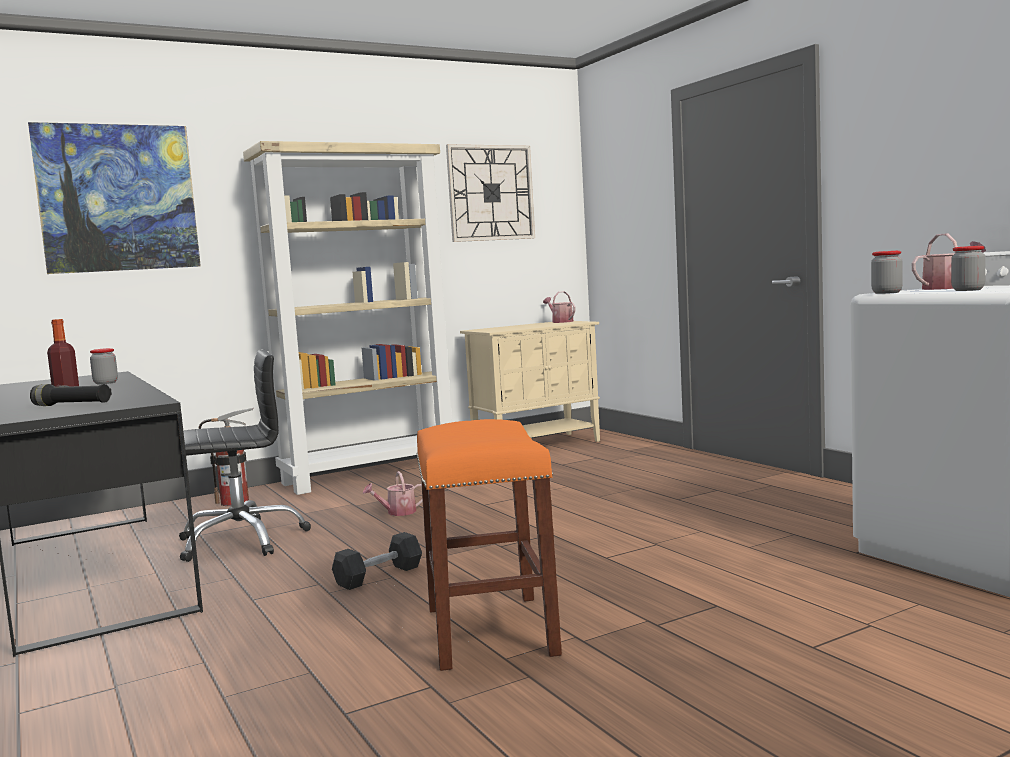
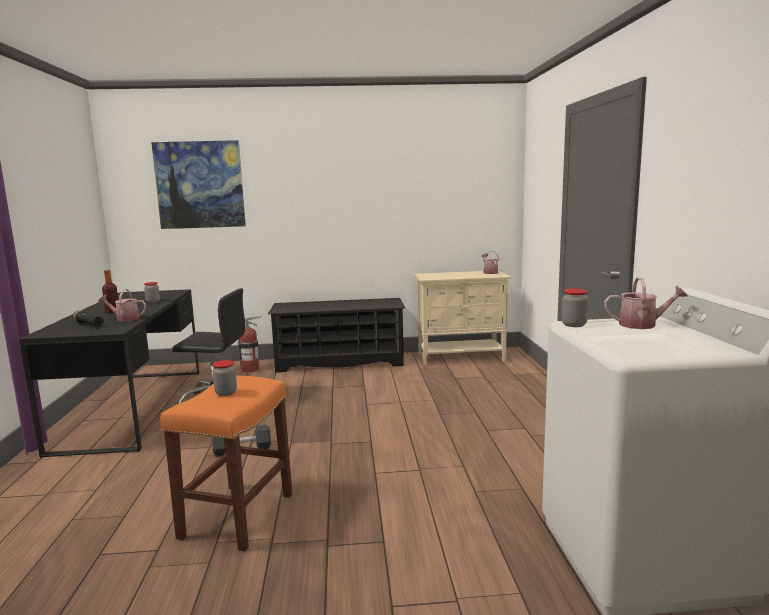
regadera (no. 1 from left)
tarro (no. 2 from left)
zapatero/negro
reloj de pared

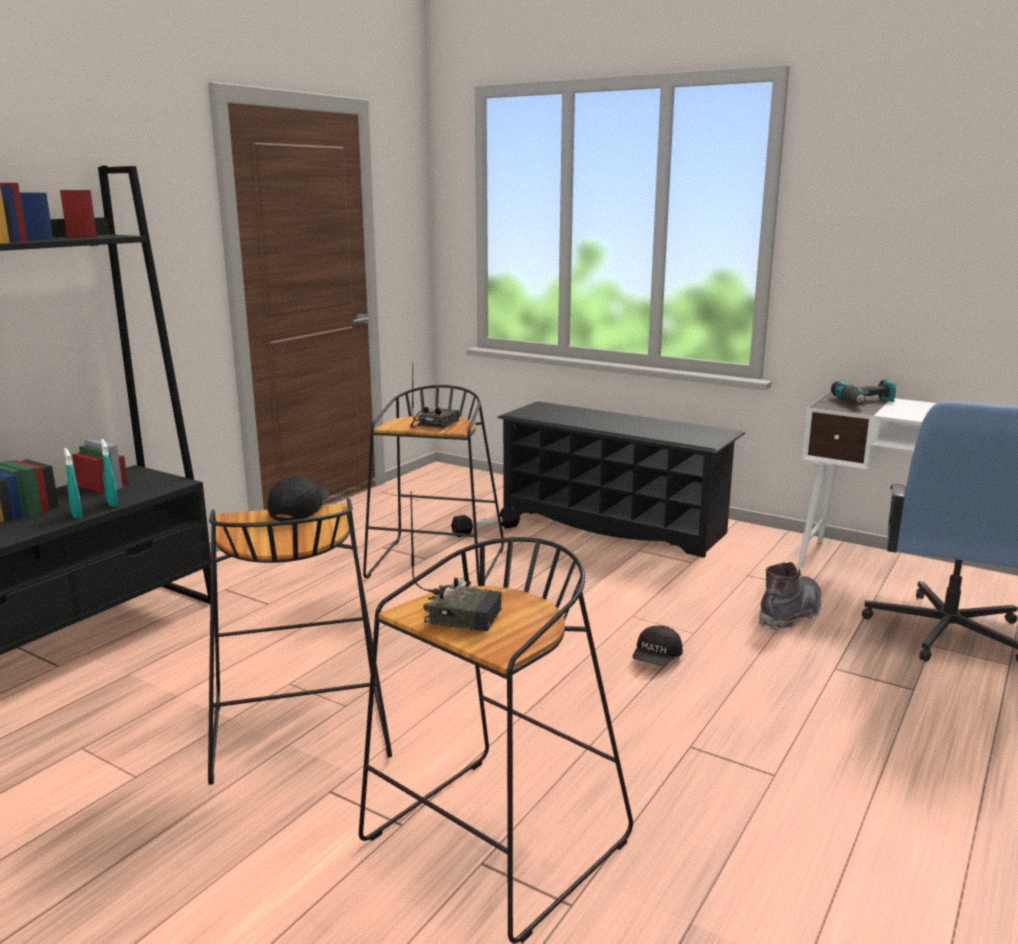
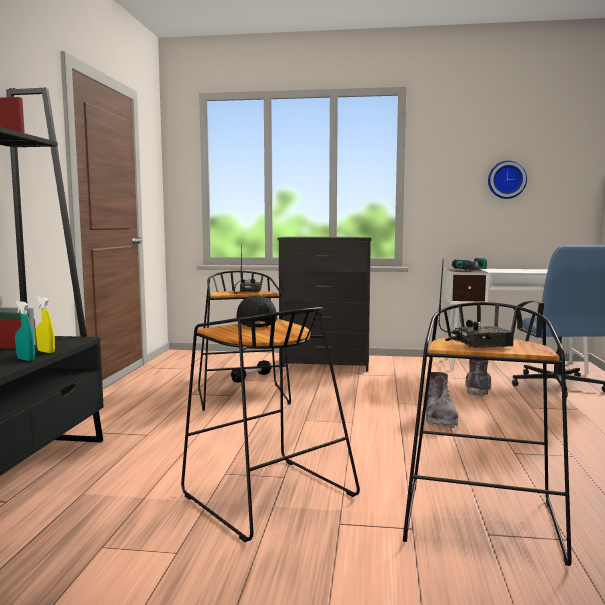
pulverizador/amarillo
cómoda/negro
bota/gris (no. 1 from left)
reloj de pared

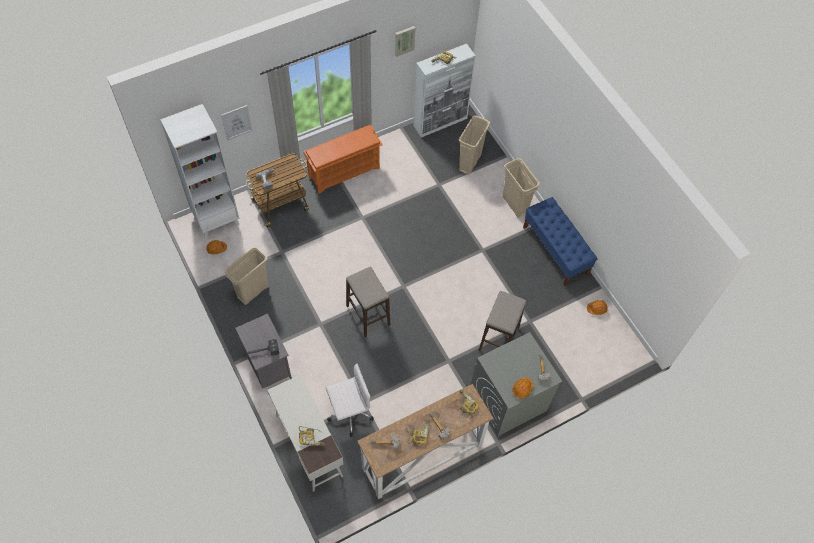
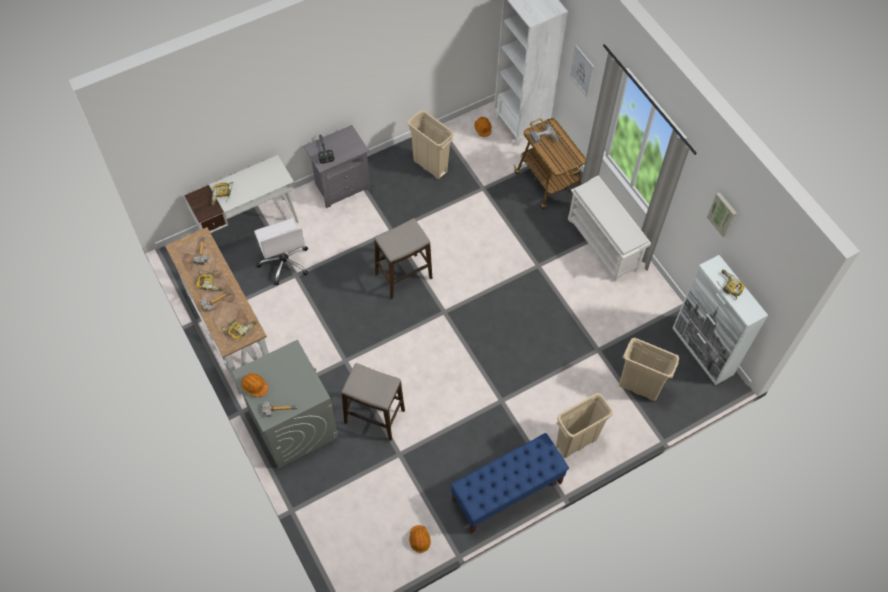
zapatero/blanco

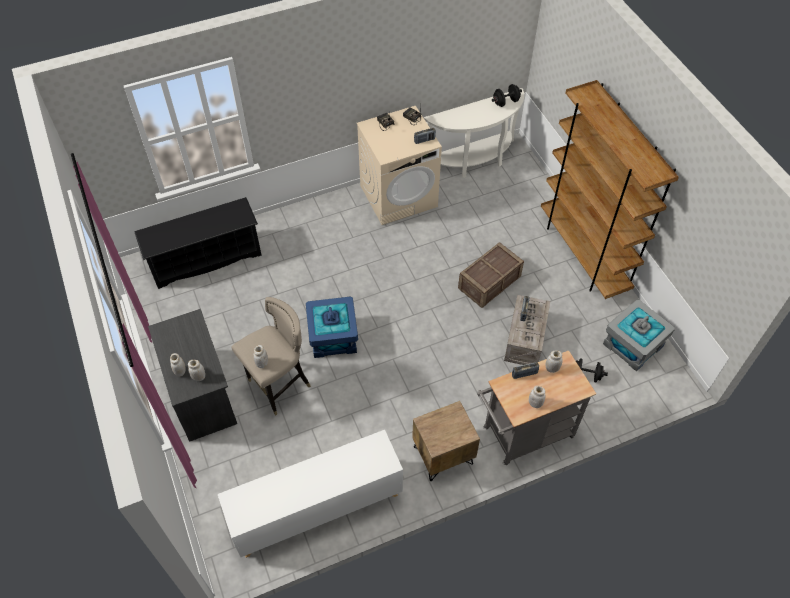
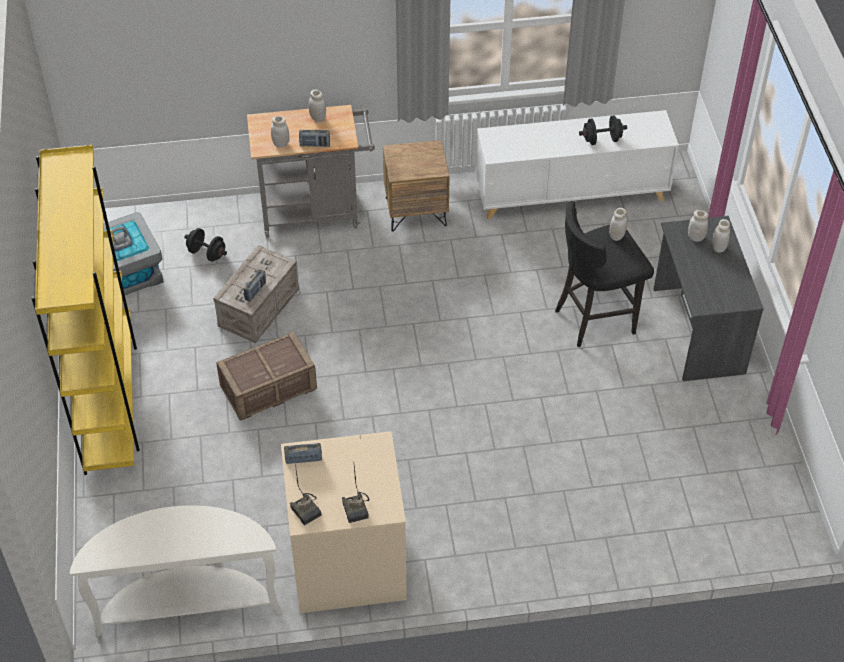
estantería/amarillo
taburete/negro
mancuerna/negro (no. 2 from left)
zapatero/negro
caja de almacenaje/azul

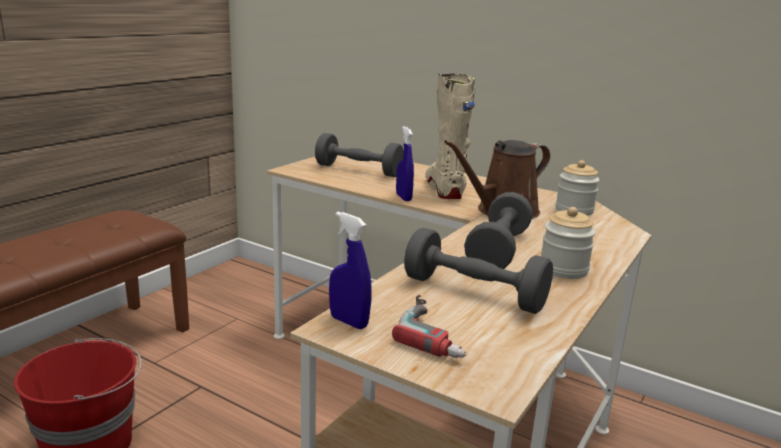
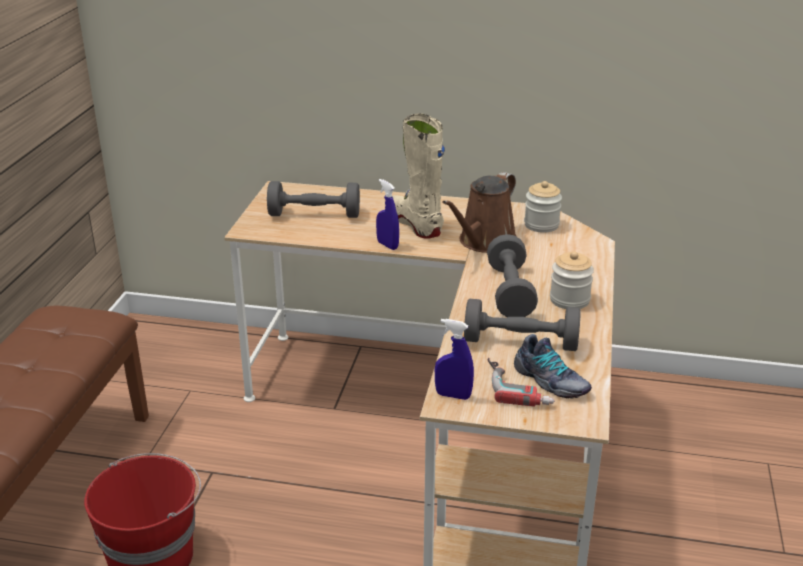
zapato

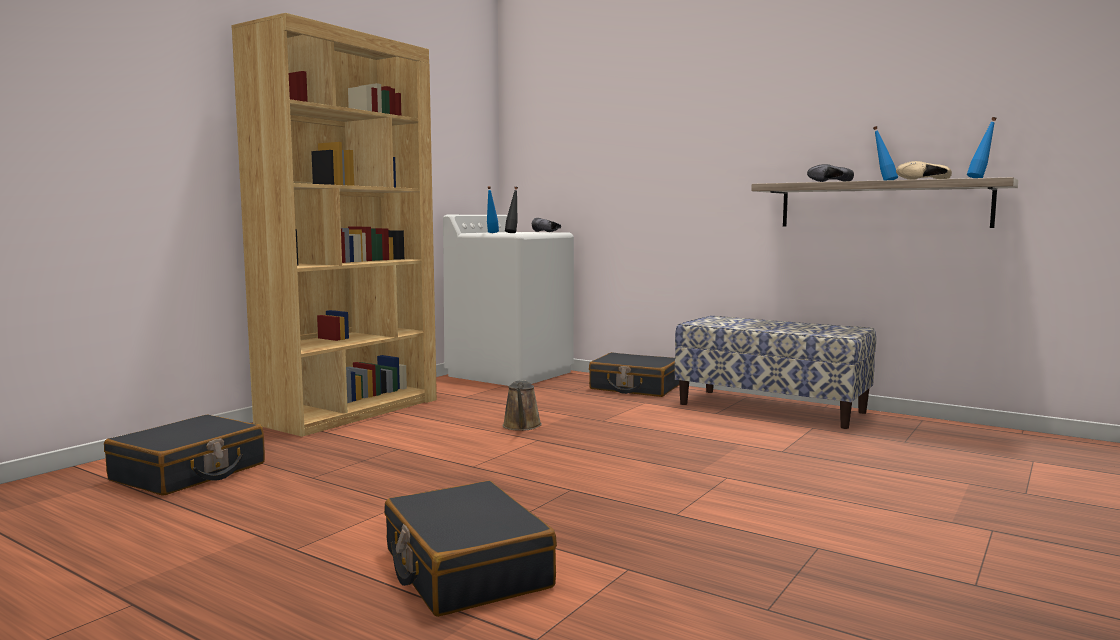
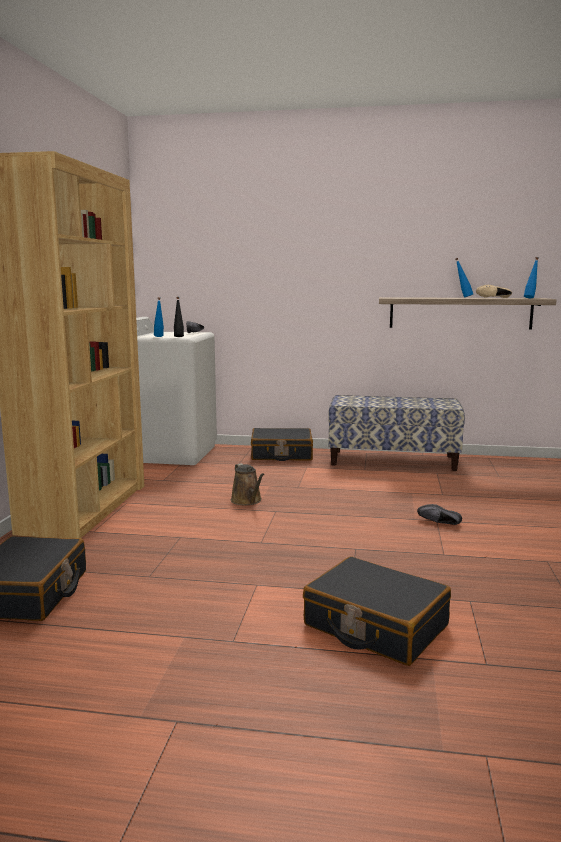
zapato/negro (no. 2 from left)

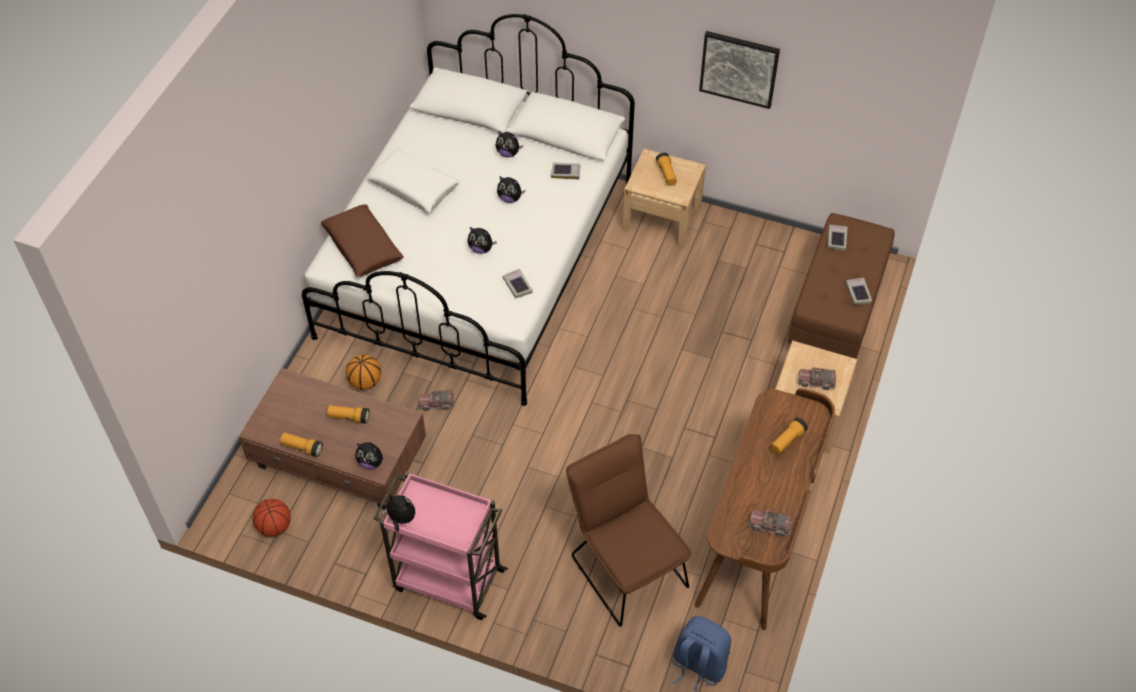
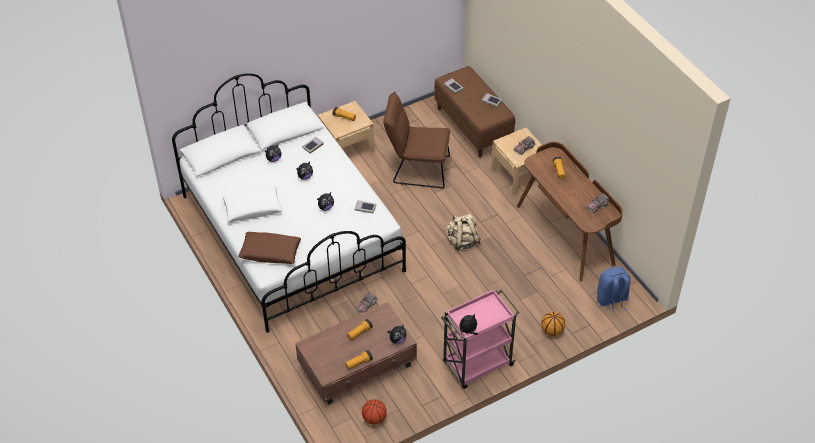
silla/marrón
mochila/beis
balón de baloncesto (no. 2 from left)
cuadro

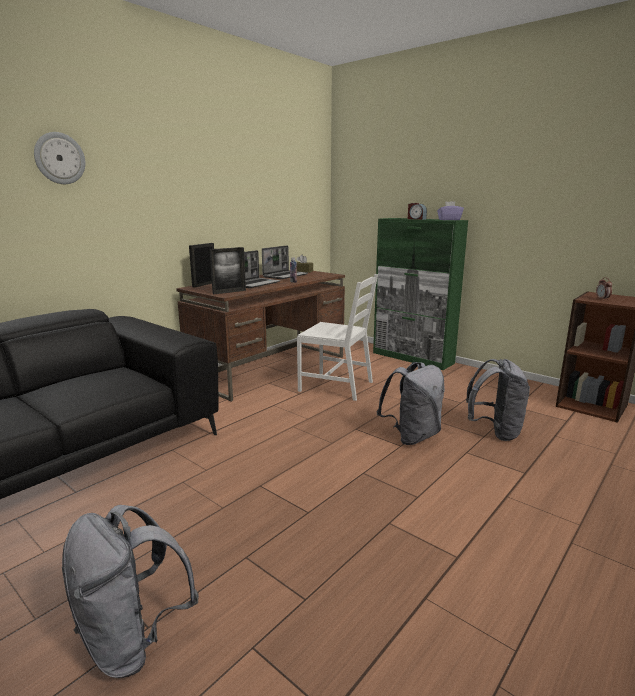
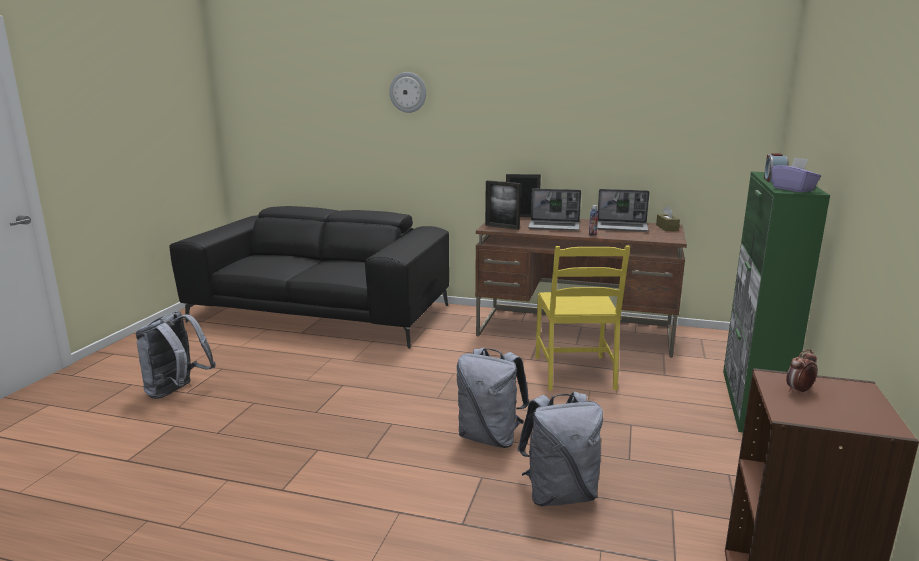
silla/amarillo

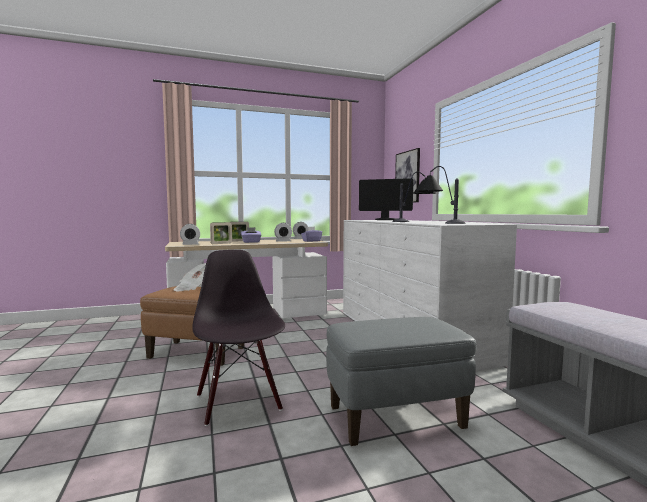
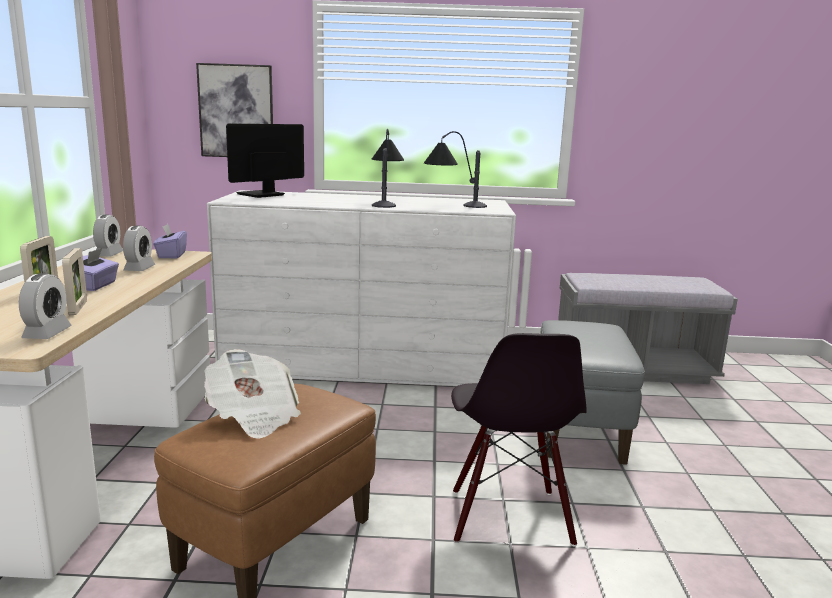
silla/negro

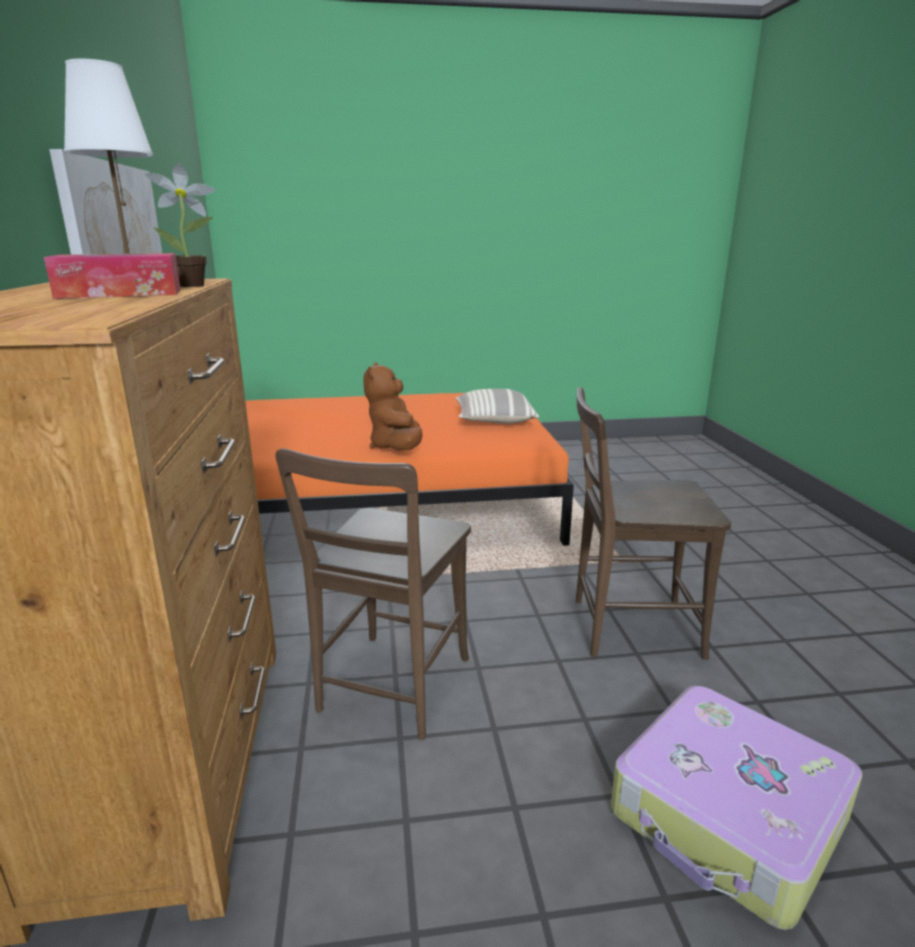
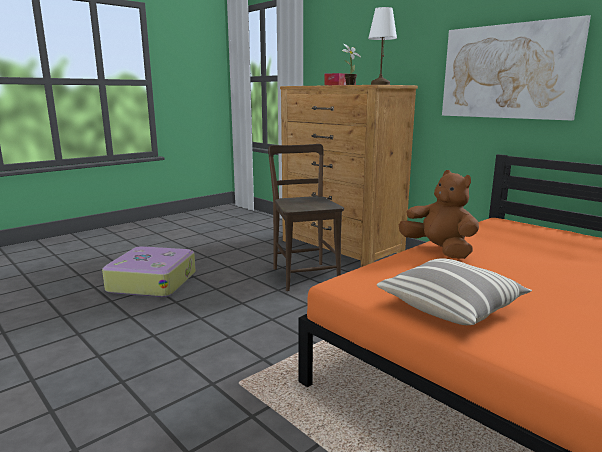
silla/marrón (no. 2 from left in the first image)

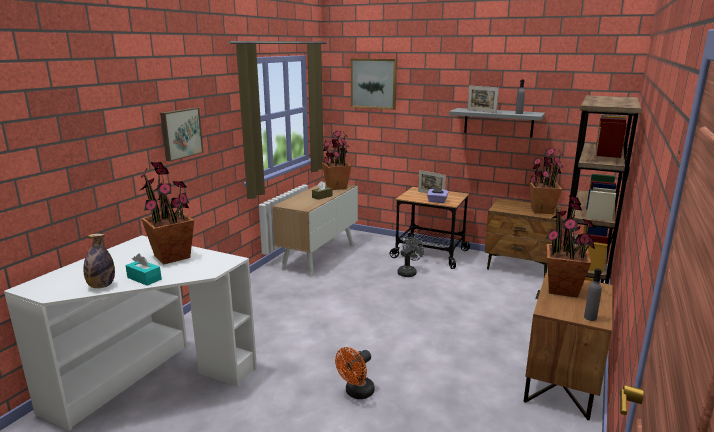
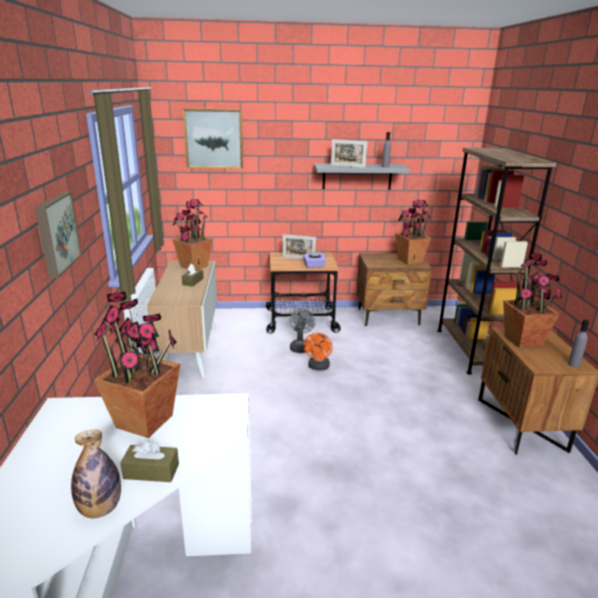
caja de pañuelos/marrón (no. 1 from left)
ventilador/naranja

